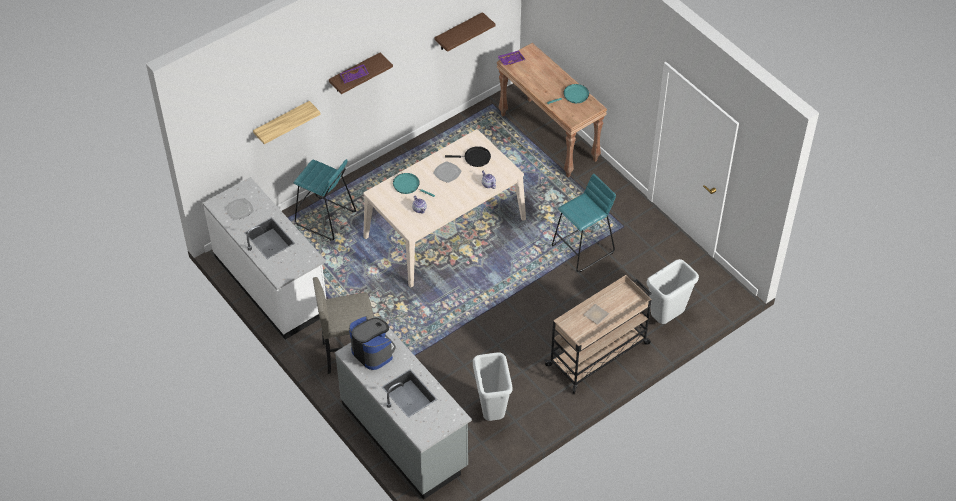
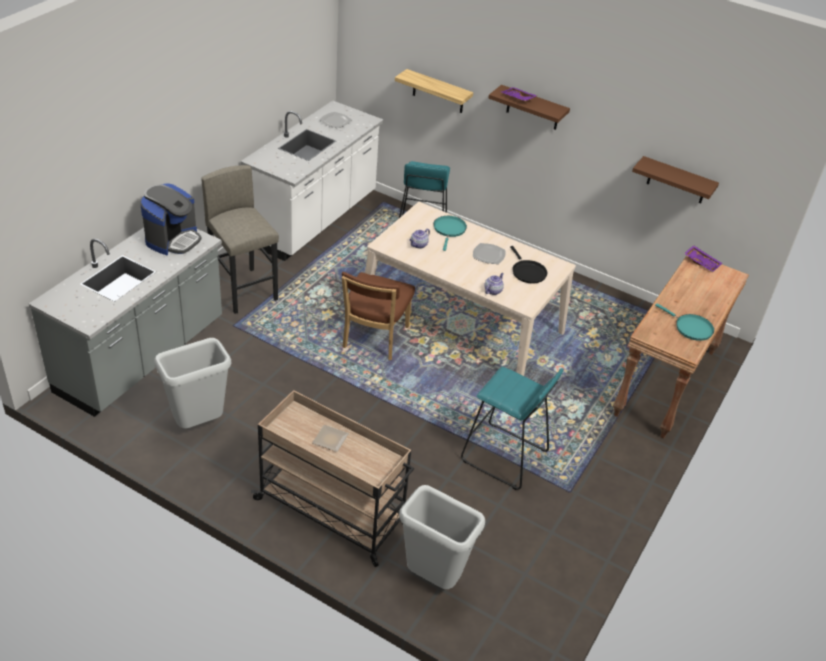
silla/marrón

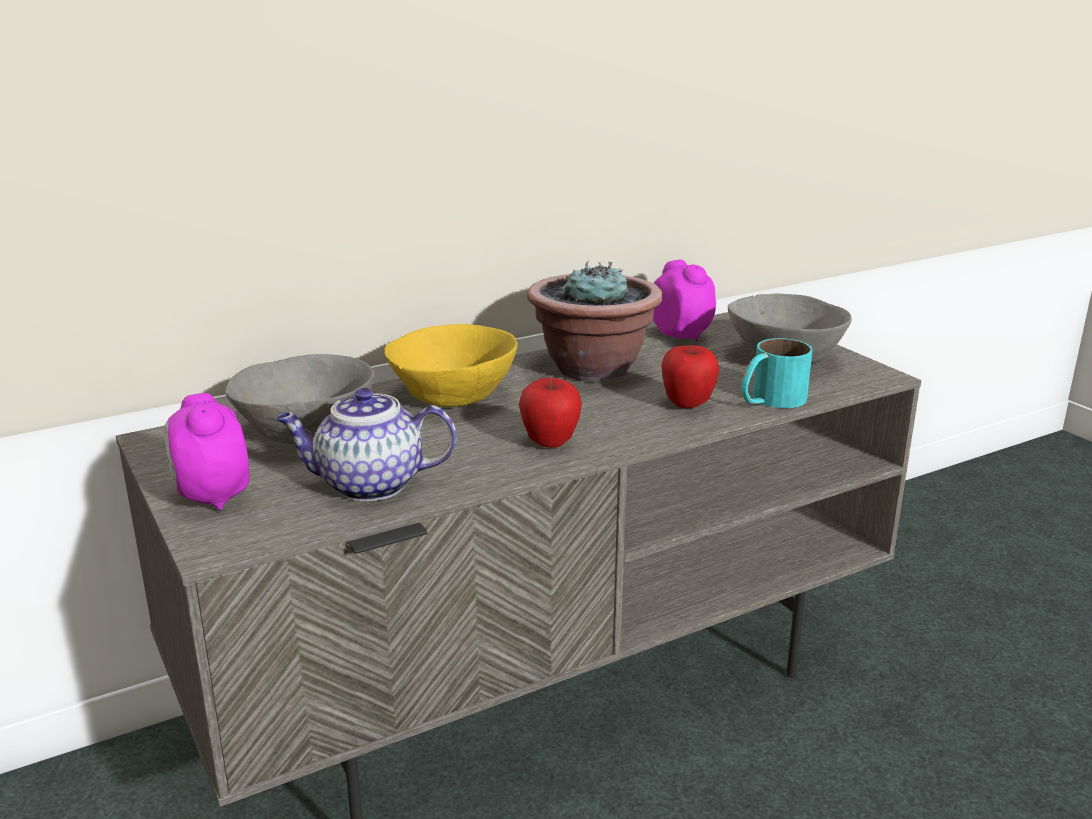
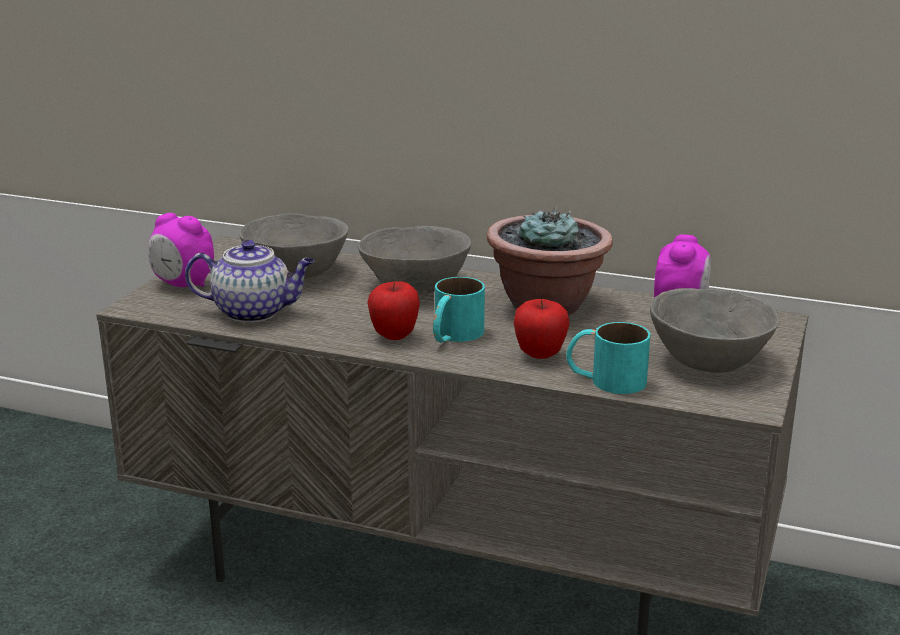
despertador (no. 1 from left)
tetera
cuenco/gris (no. 2 from left)
taza grande/turquesa (no. 1 from left)

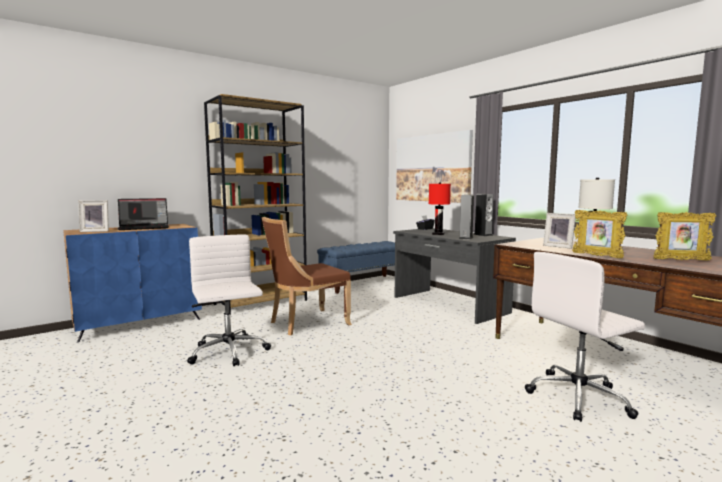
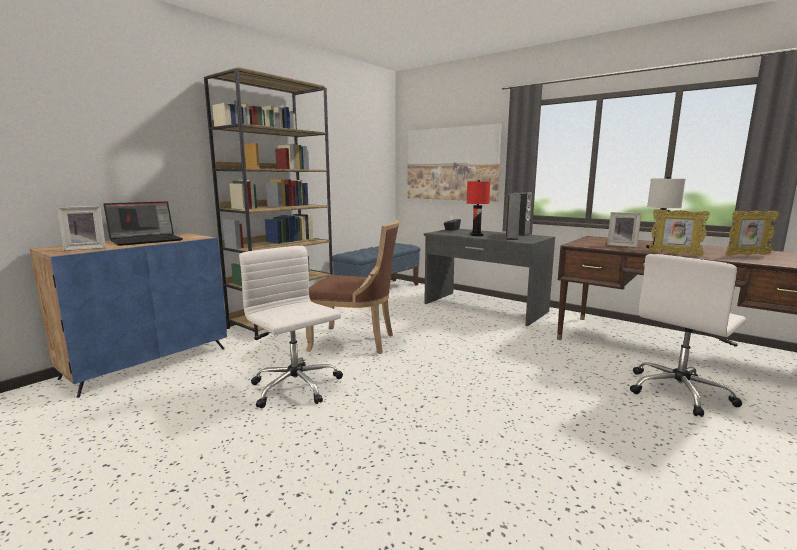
silla/marrón

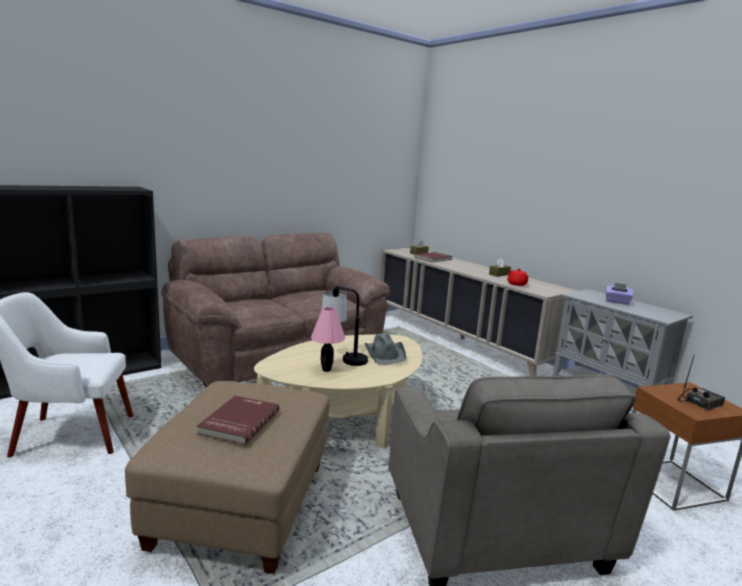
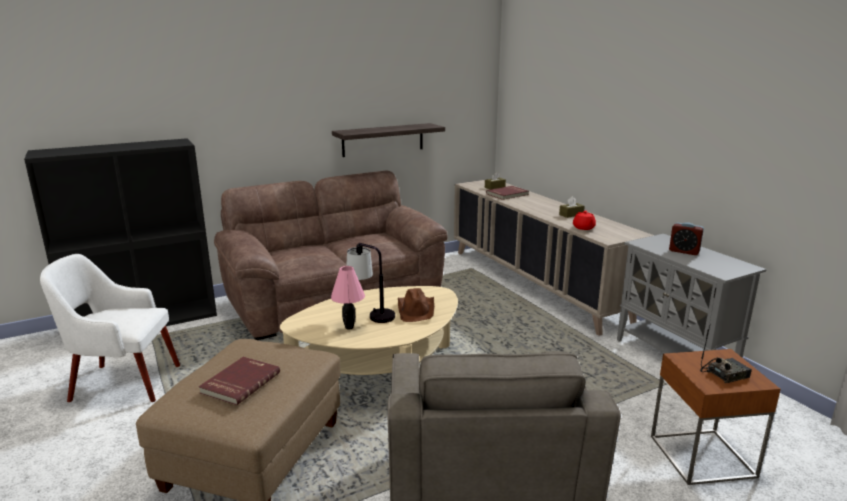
estante
sombrero/marrón
despertador

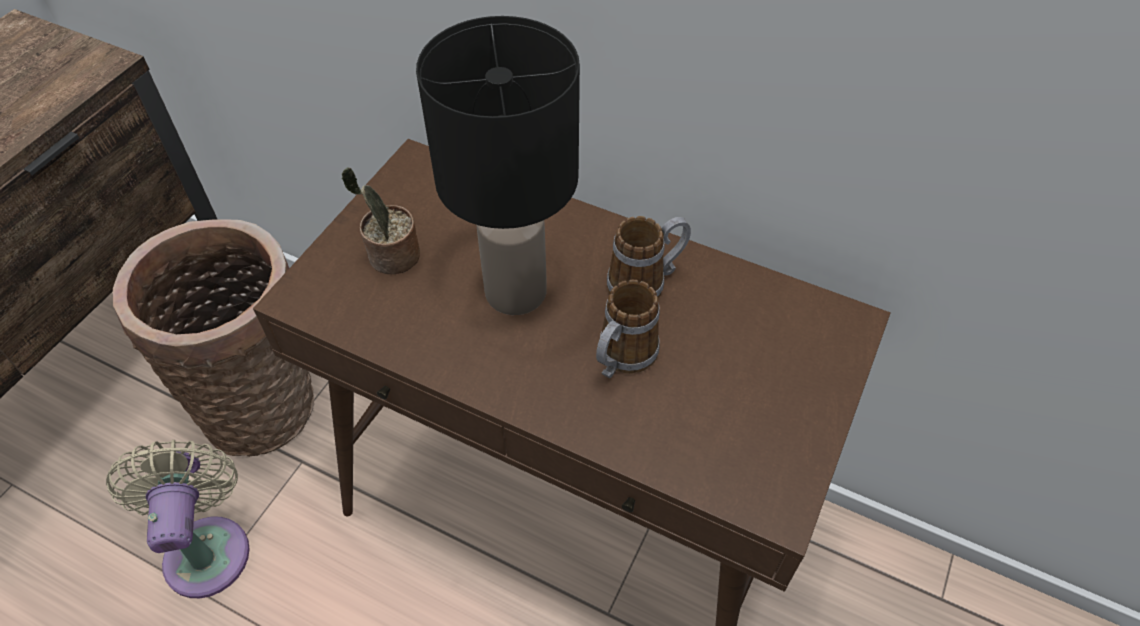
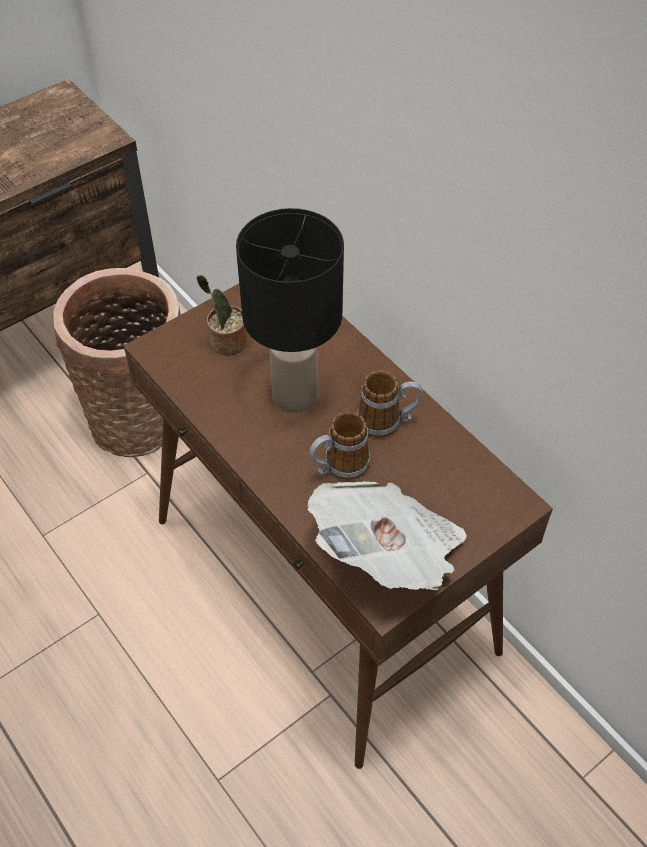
periódico
ventilador/beis

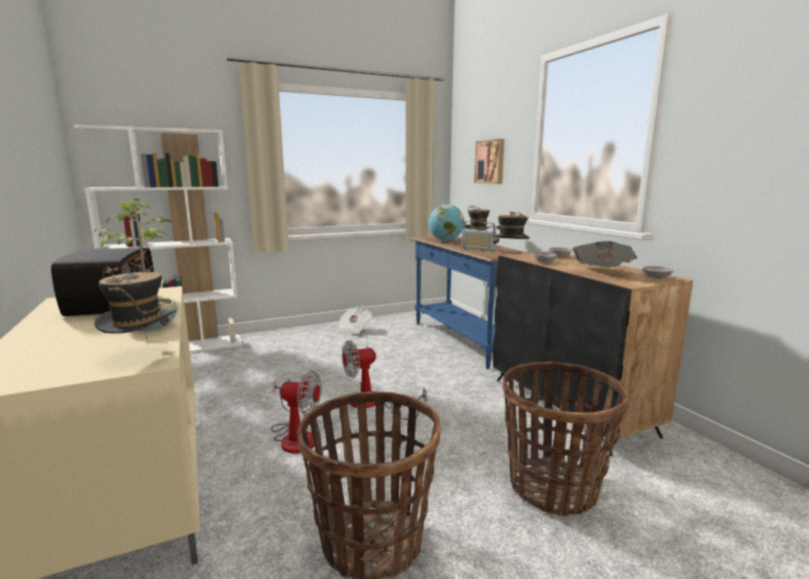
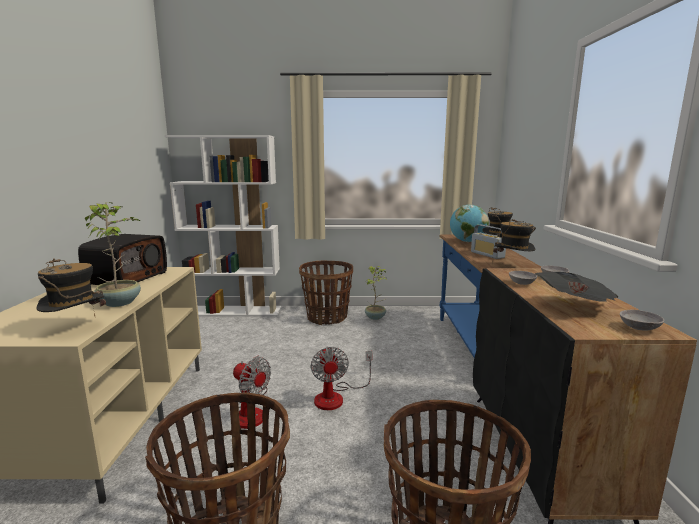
cesta (no. 2 from left)
ventilador (no. 2 from left)
planta en maceta (no. 2 from left)
cuadro

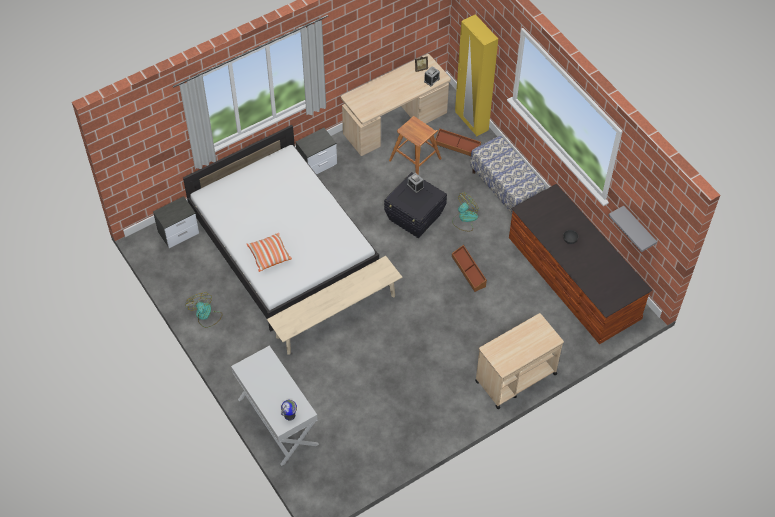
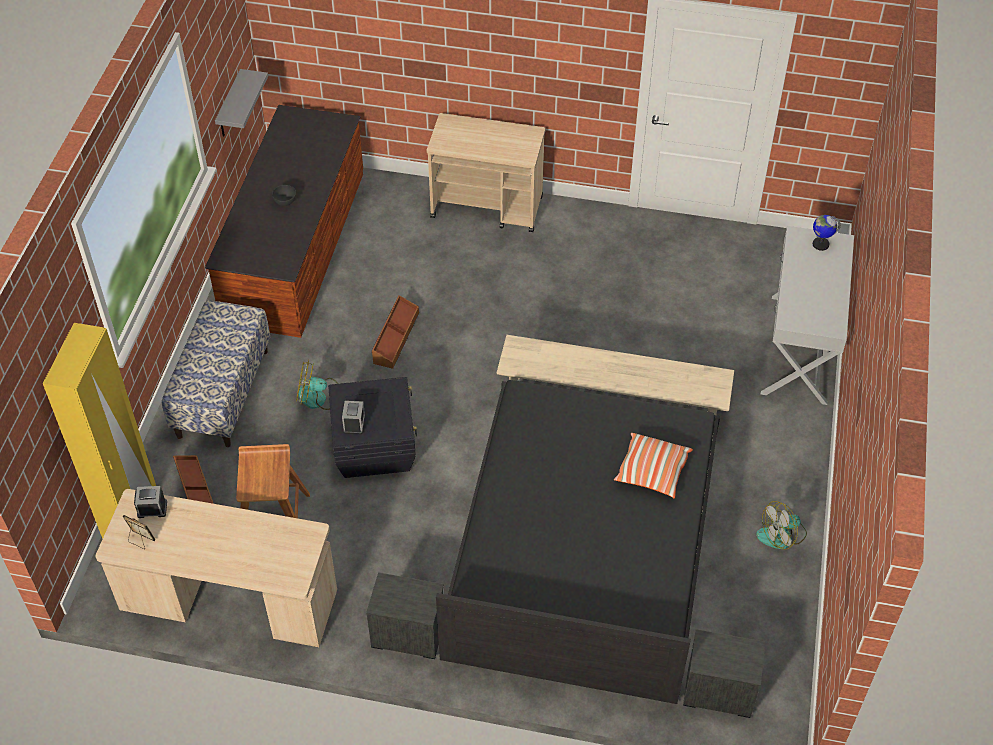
cama/negro
ventilador (no. 2 from left)

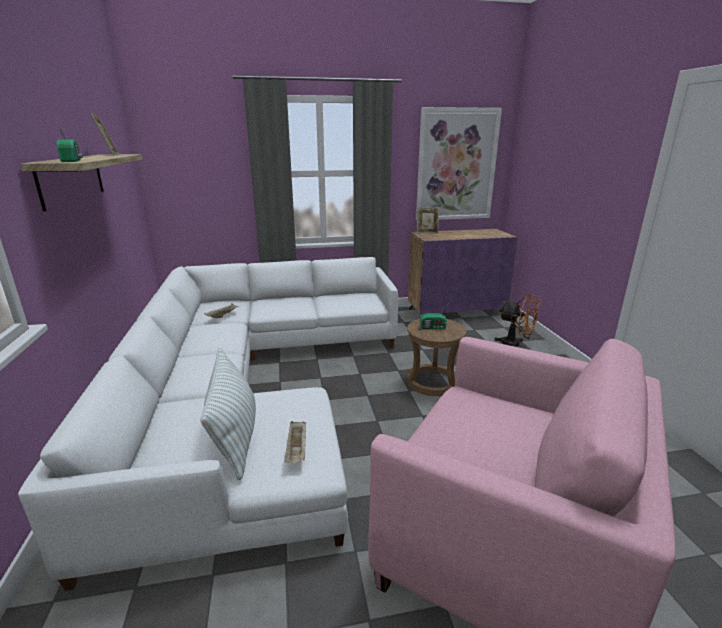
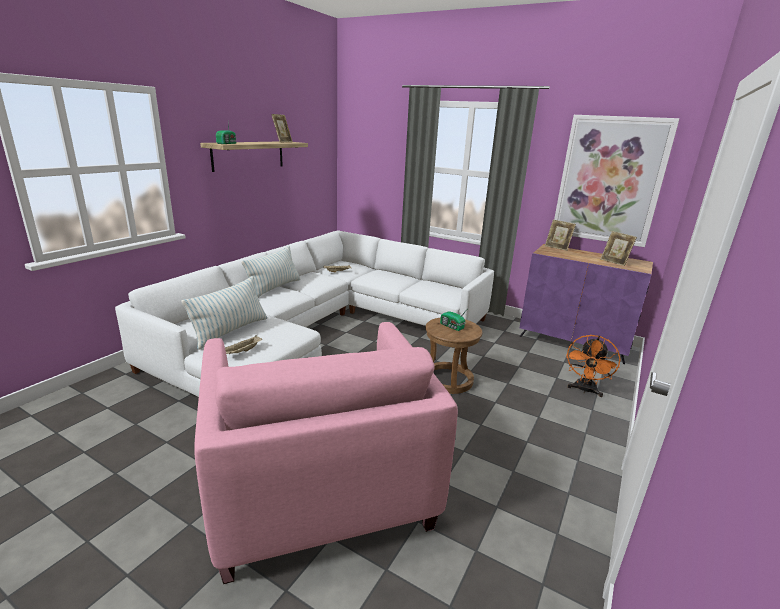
cojín (no. 2 from left)
ventilador/naranja
portarretratos (no. 3 from left)

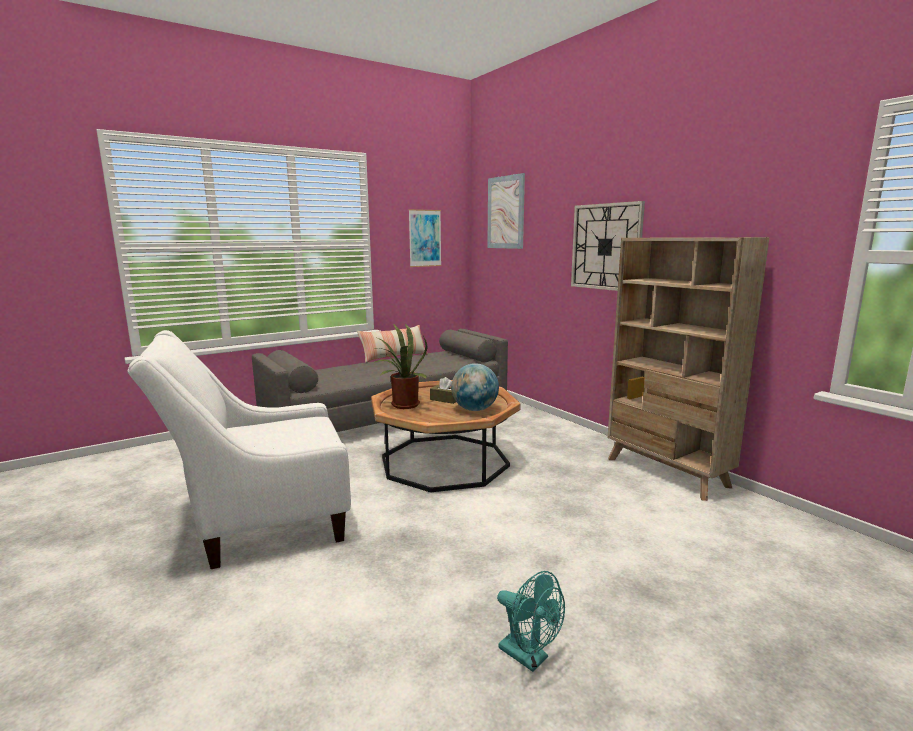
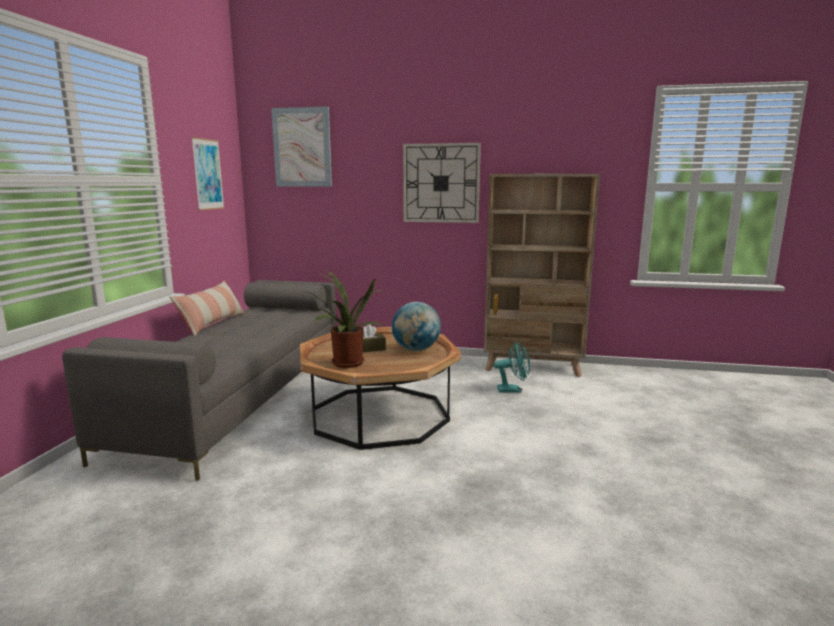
ventilador/turquesa
sillón/blanco

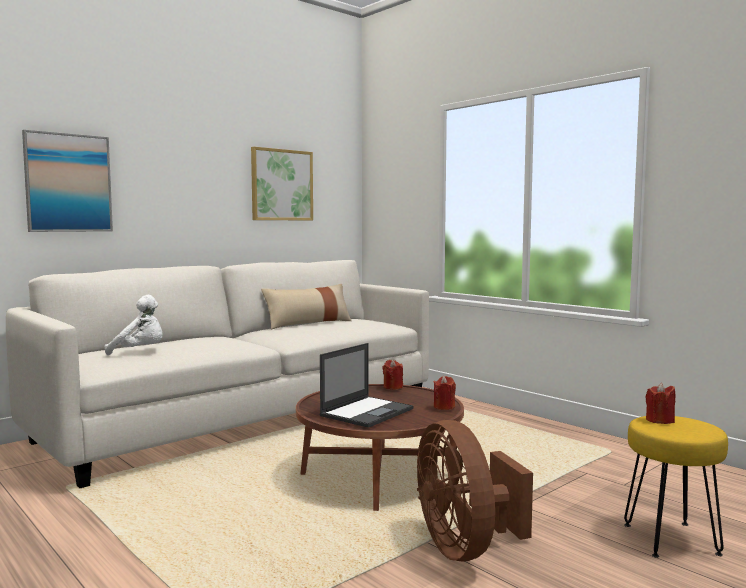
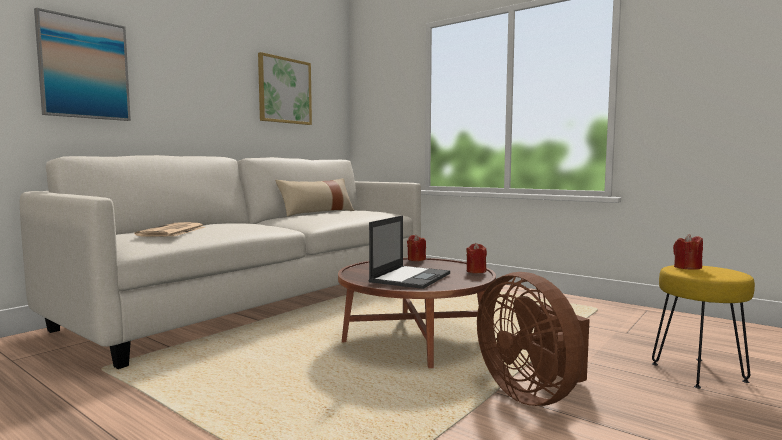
periódico

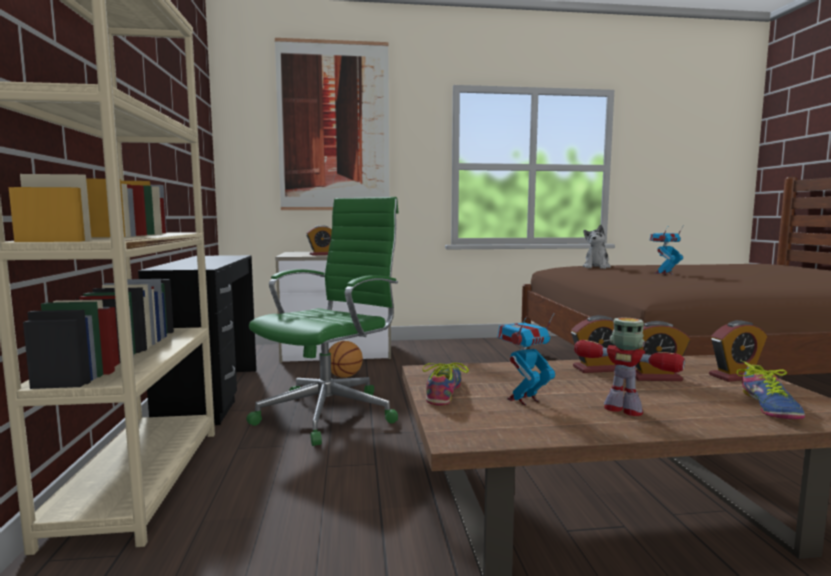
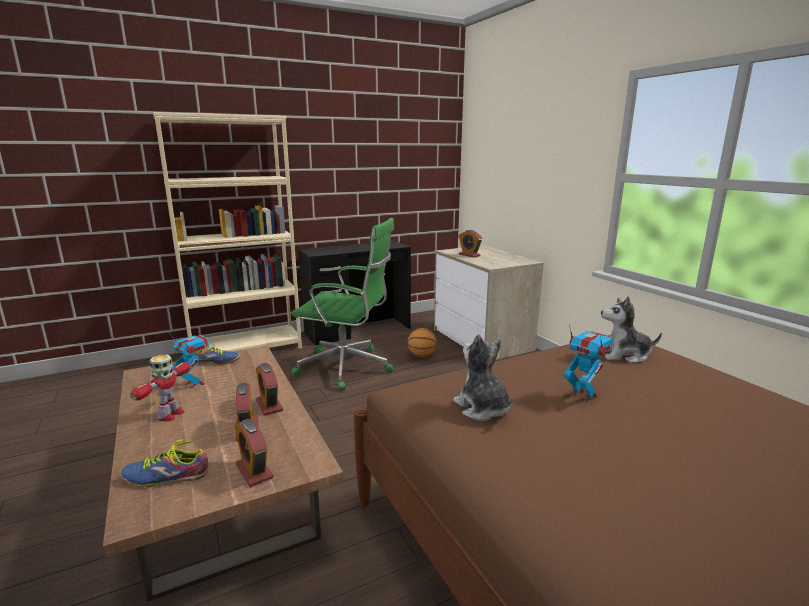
peluche (no. 1 from left)
cuadro

